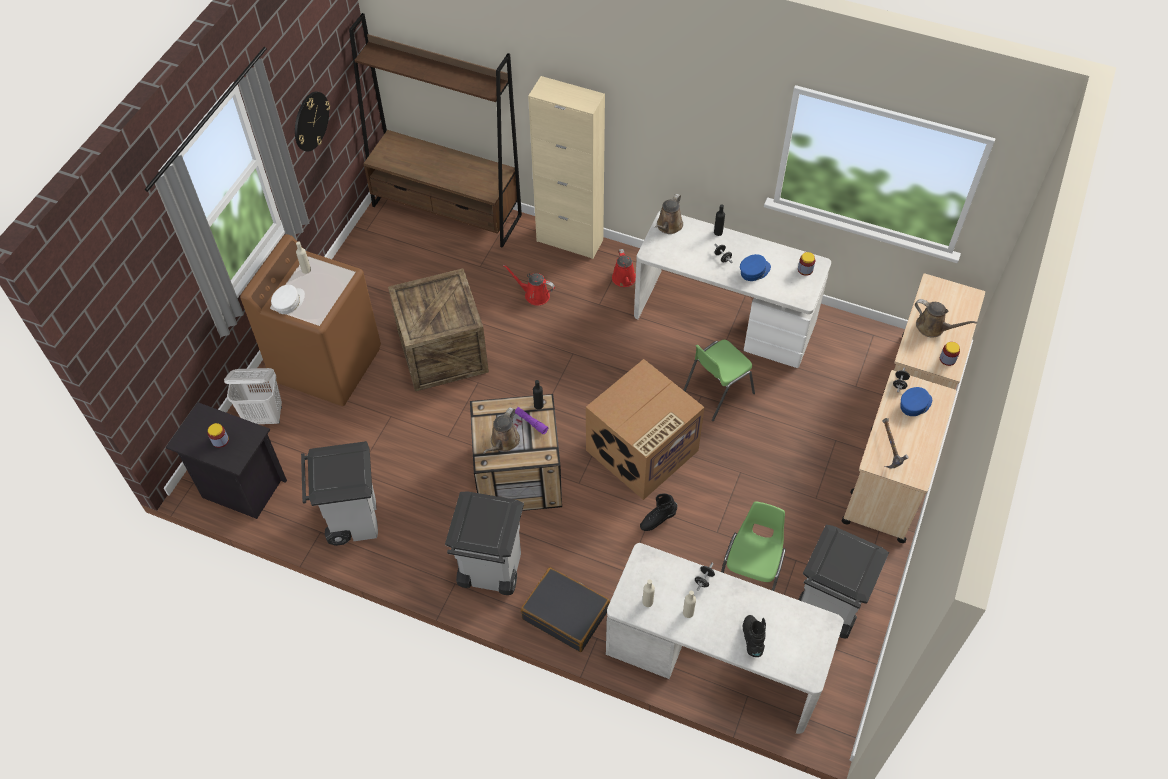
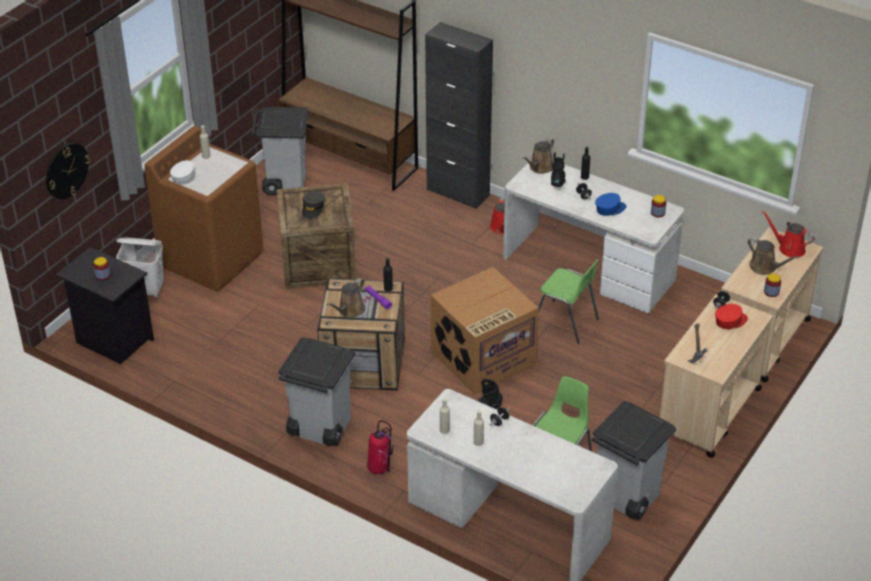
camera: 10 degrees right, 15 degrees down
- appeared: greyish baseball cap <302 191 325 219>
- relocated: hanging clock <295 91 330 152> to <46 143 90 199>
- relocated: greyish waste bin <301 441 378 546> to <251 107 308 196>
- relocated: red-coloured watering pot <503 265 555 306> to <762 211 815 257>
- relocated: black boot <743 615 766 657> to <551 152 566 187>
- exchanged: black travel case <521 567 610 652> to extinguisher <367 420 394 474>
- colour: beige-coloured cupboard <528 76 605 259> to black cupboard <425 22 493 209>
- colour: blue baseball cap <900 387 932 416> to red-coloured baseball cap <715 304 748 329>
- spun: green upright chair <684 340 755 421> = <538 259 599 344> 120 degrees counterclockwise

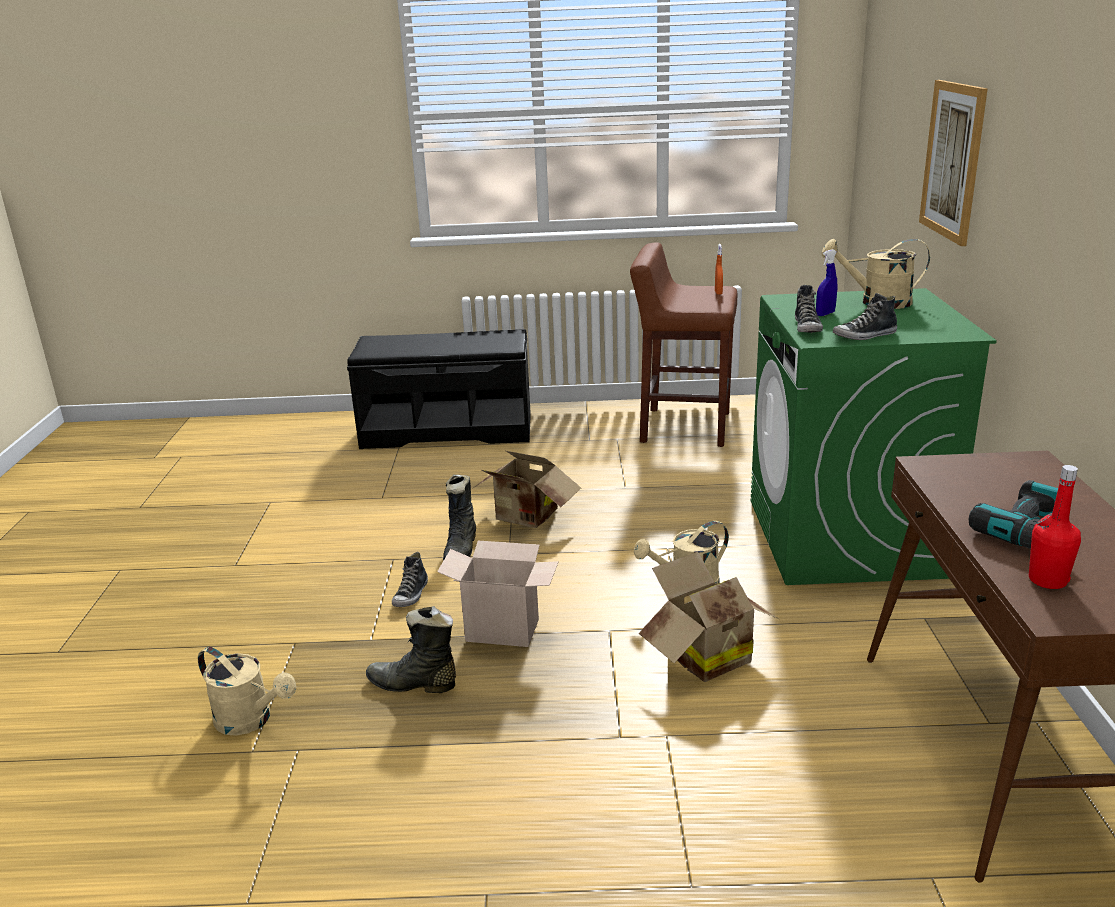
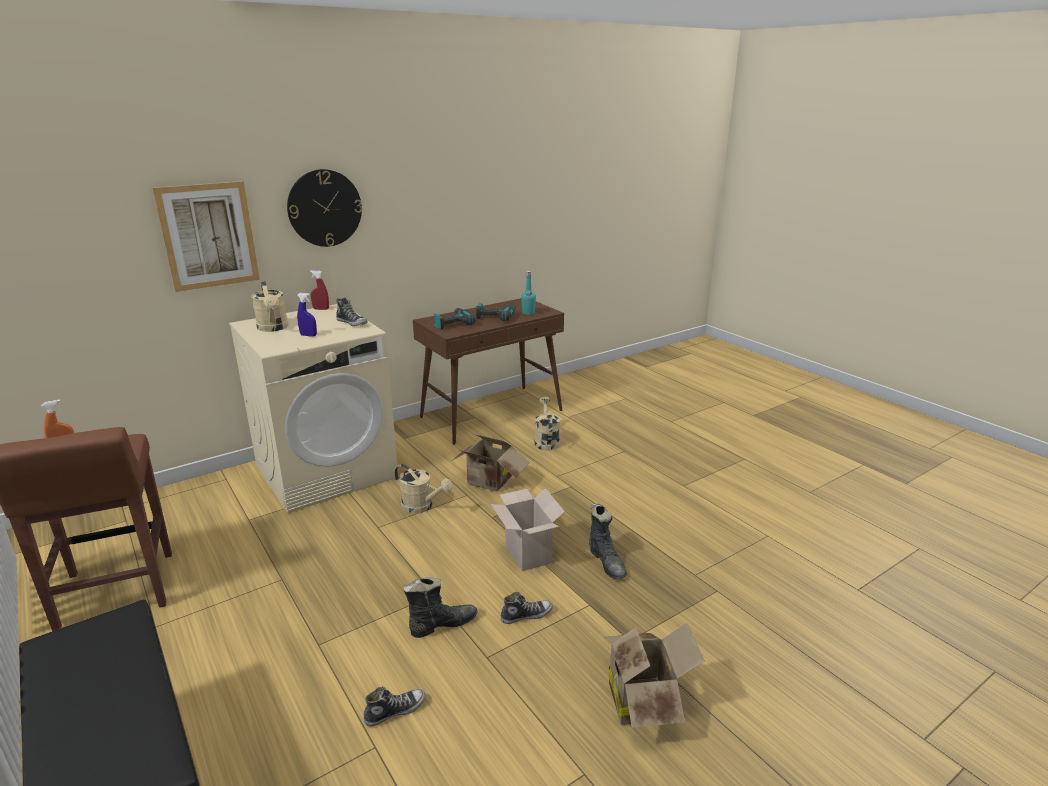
camera: 125 degrees left, 0 degrees up
- appeared: hanging clock <287 169 362 247>
- appeared: red-coloured spray bottle <310 270 329 310>
- appeared: electric drill <434 308 476 330>
- relocated: beige-coloured watering pot <198 647 296 736> to <535 397 561 451>
- relocated: packing box <472 451 581 528> to <605 623 705 728>
- relocated: shoe <795 285 823 333> to <363 686 426 727>
- colour: green washing machine <750 288 997 585> to beige-coloured washing machine <229 304 398 513>
- colour: red-coloured drink bottle <1029 465 1081 589> to turquoise-coloured drink bottle <521 271 536 315>

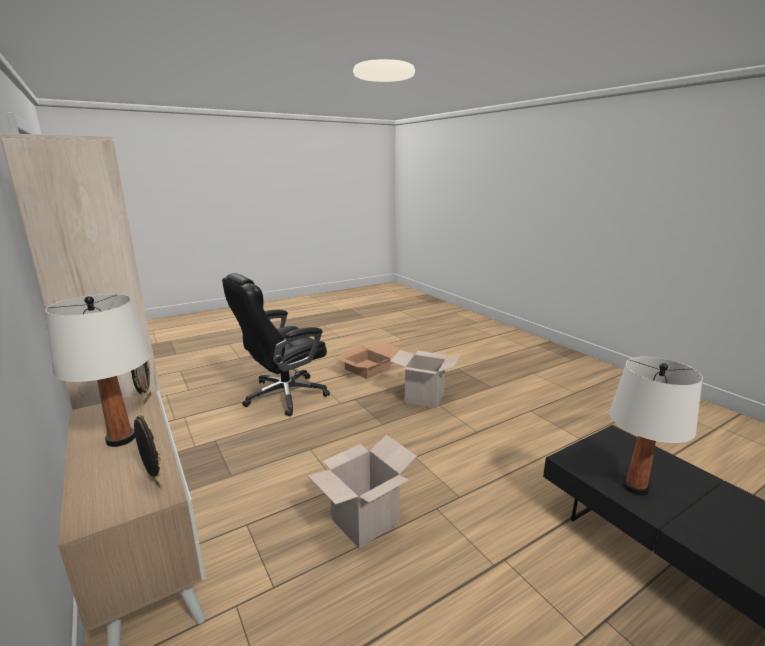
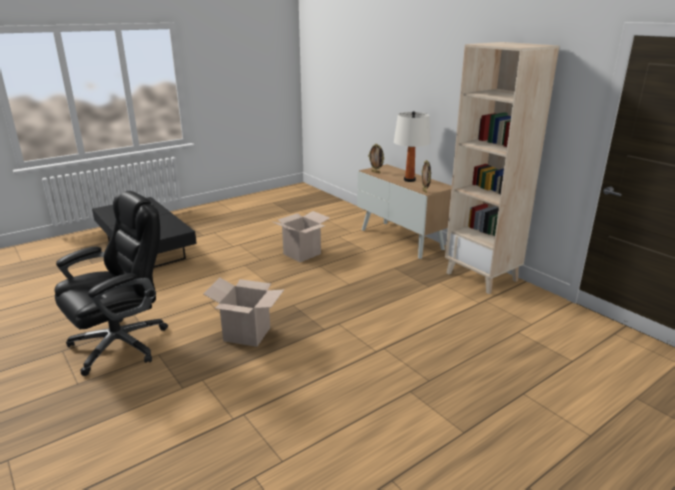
camera: 175 degrees right, 5 degrees up
- missing: packing box <334 340 400 379>
- missing: whitish lamp for a table <609 357 703 496>
- relocated: black office chair <222 273 330 417> to <55 191 168 376>

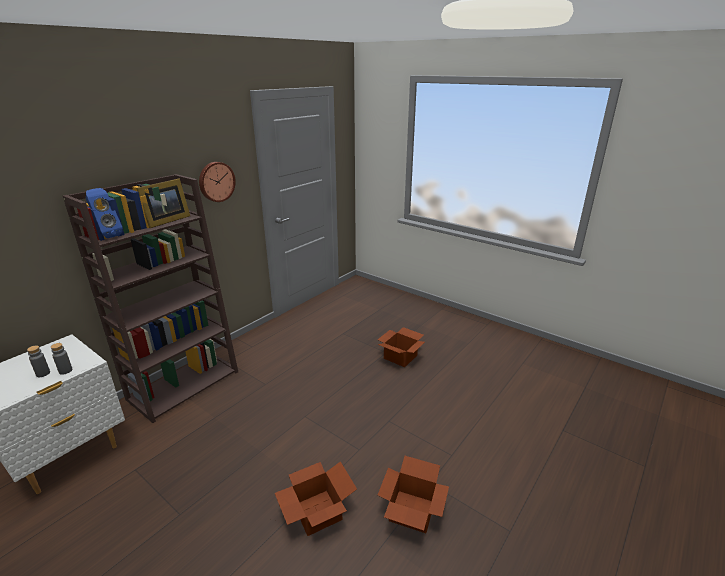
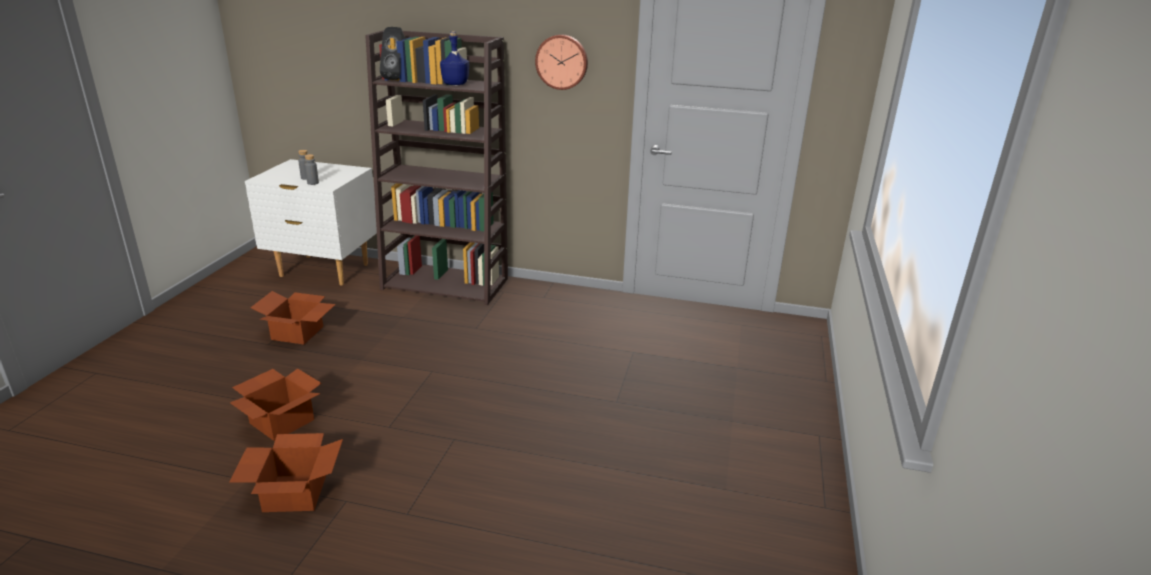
camera: 65 degrees right, 0 degrees up
- relocated: packing box <377 327 425 367> to <250 291 336 344>
- exchanged: picture frame <136 178 190 228> to blue drink bottle <440 31 469 85>
- colour: blue loudspeaker <86 188 123 238> to black loudspeaker <380 27 405 80>

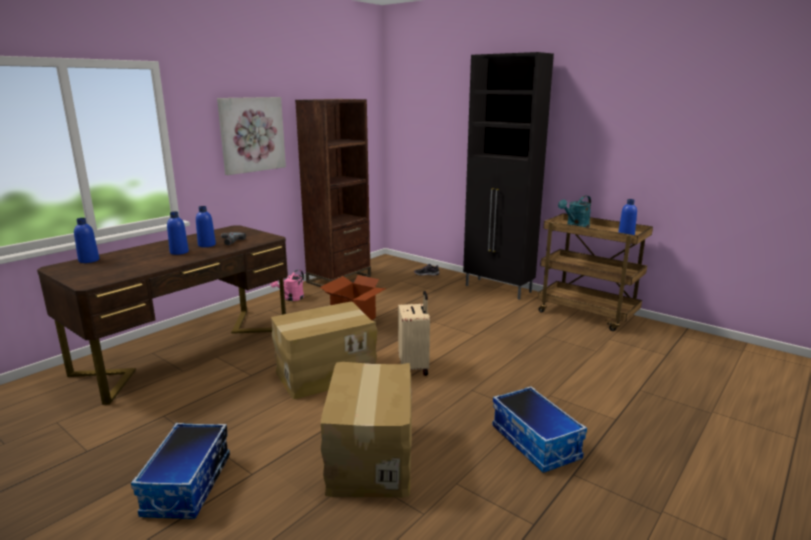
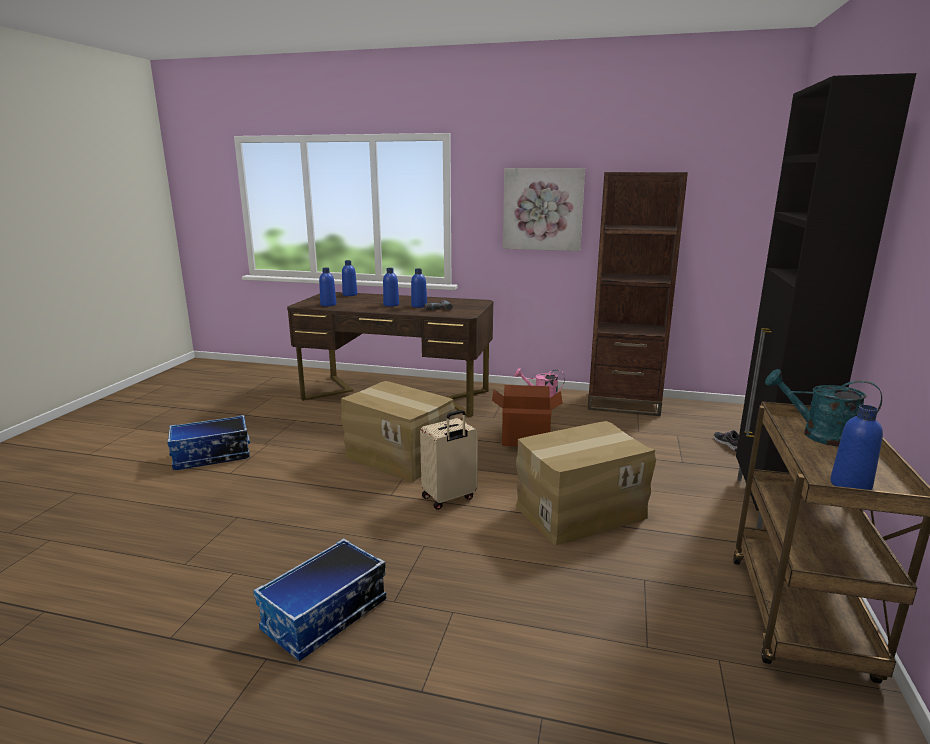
camera: 65 degrees right, 0 degrees up
- appeared: blue drink bottle <319 268 336 306>
- relocated: packing box <321 362 412 498> to <516 421 656 545>

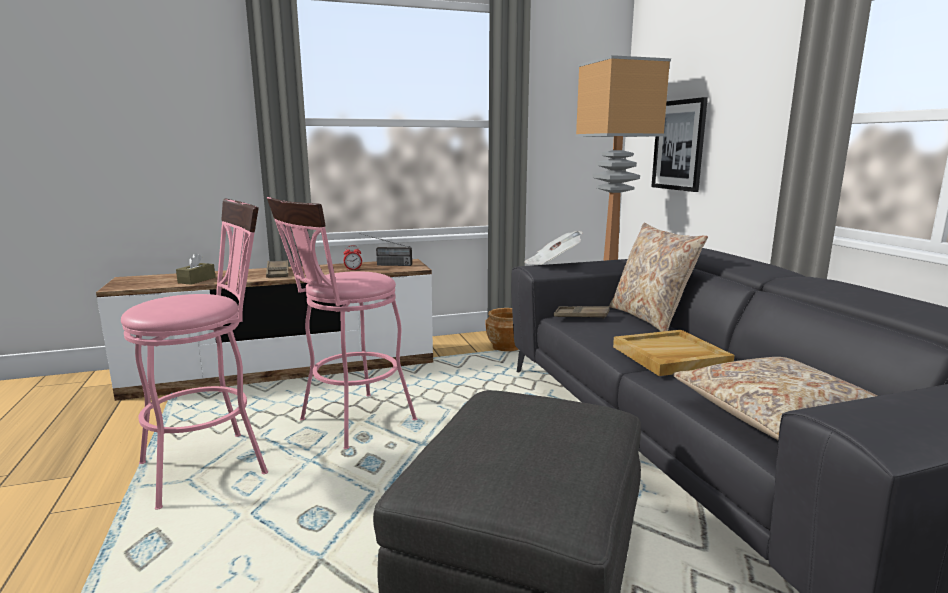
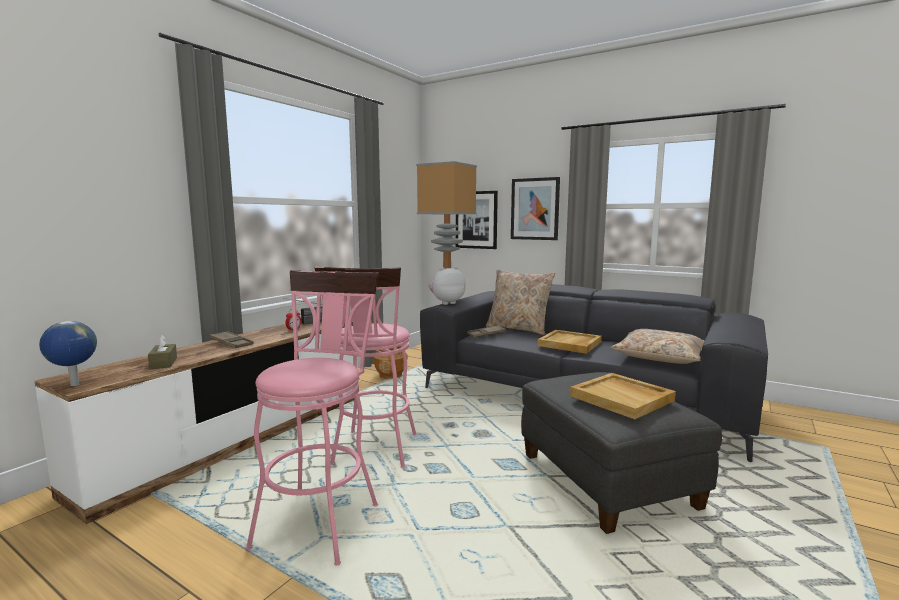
camera: 40 degrees left, 5 degrees down
- appeared: world globe <39 321 97 386>
- appeared: picture <511 177 560 240>
- appeared: beige-coloured carrying tray <570 373 676 419>
- exchanged: printed paper <524 231 583 265> to plush toy <429 266 466 305>

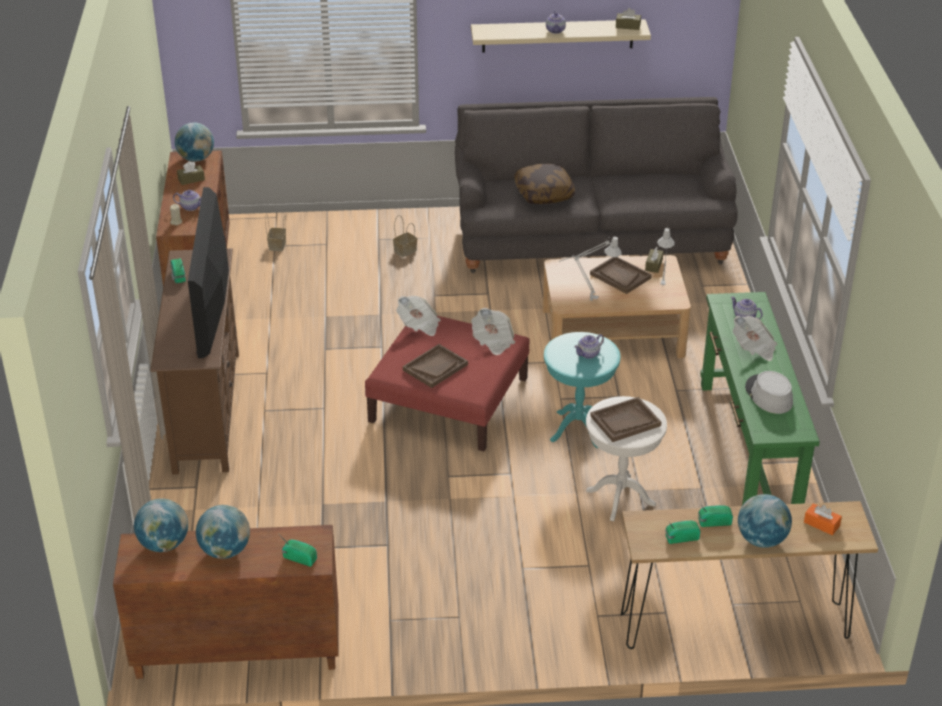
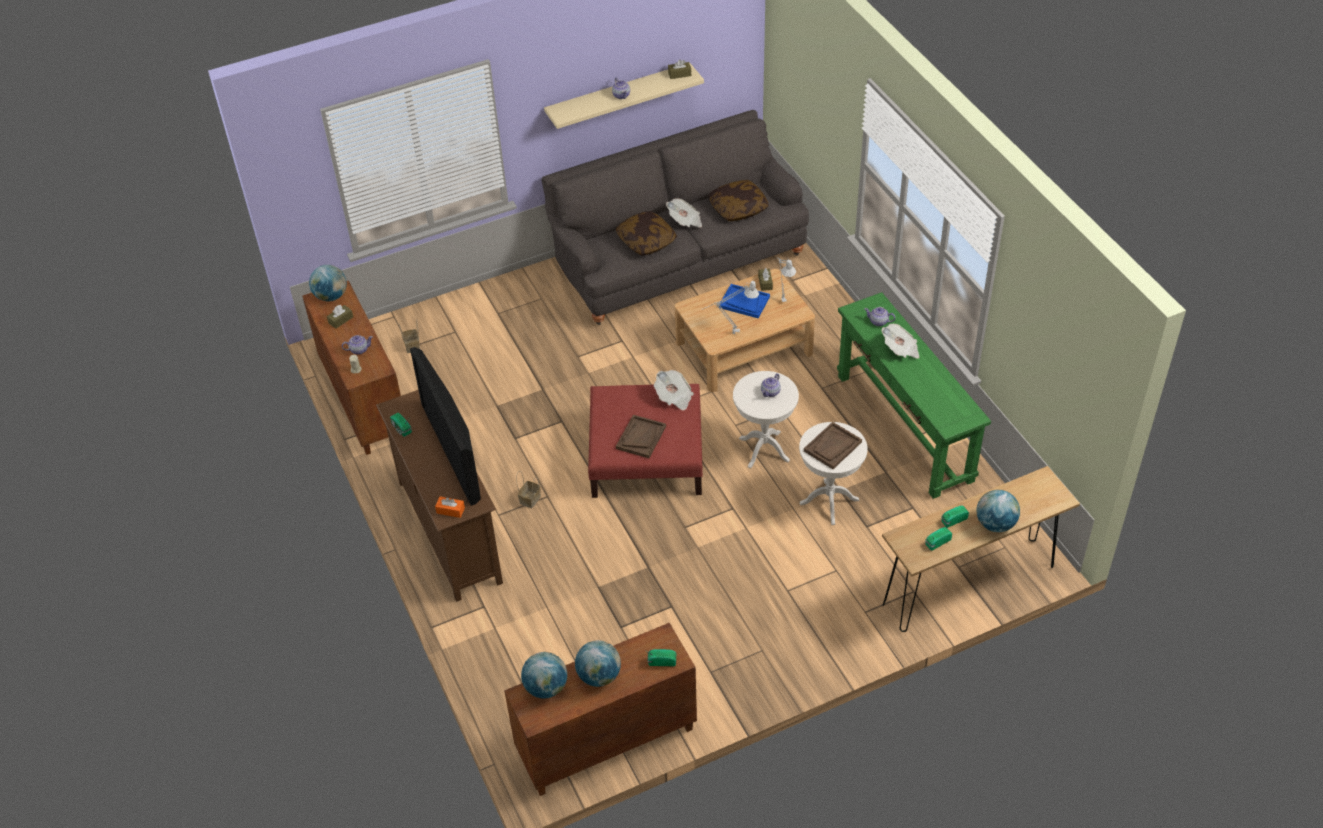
camera: 20 degrees left, 10 degrees up
- missing: greyish hat <745 371 793 414>
- appeared: throw pillow <708 180 769 221>
- relocated: household basket <393 215 417 257> to <516 471 541 508>
- relocated: printed paper <397 296 441 336> to <666 199 702 228>
- relocated: orange-coloured box of tissues <804 503 842 535> to <435 496 465 518>
- colour: turquoise-coloured side table <544 332 621 448> to whitish side table <733 371 799 469>
- colour: brownish carrying tray <590 257 652 294> to blue carrying tray <719 284 770 318>

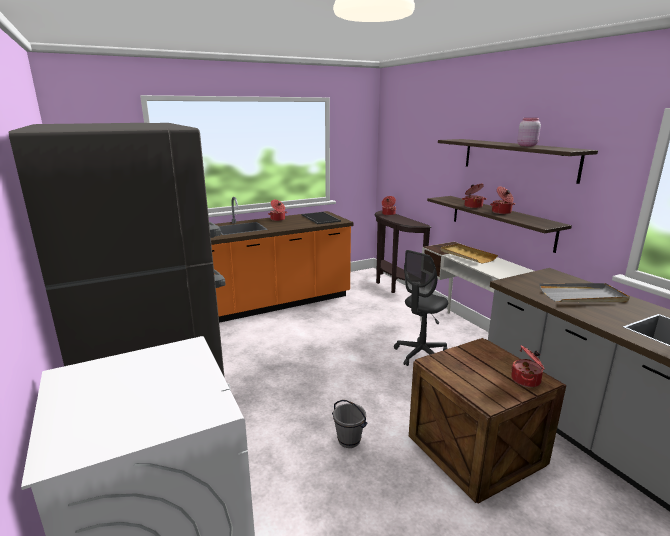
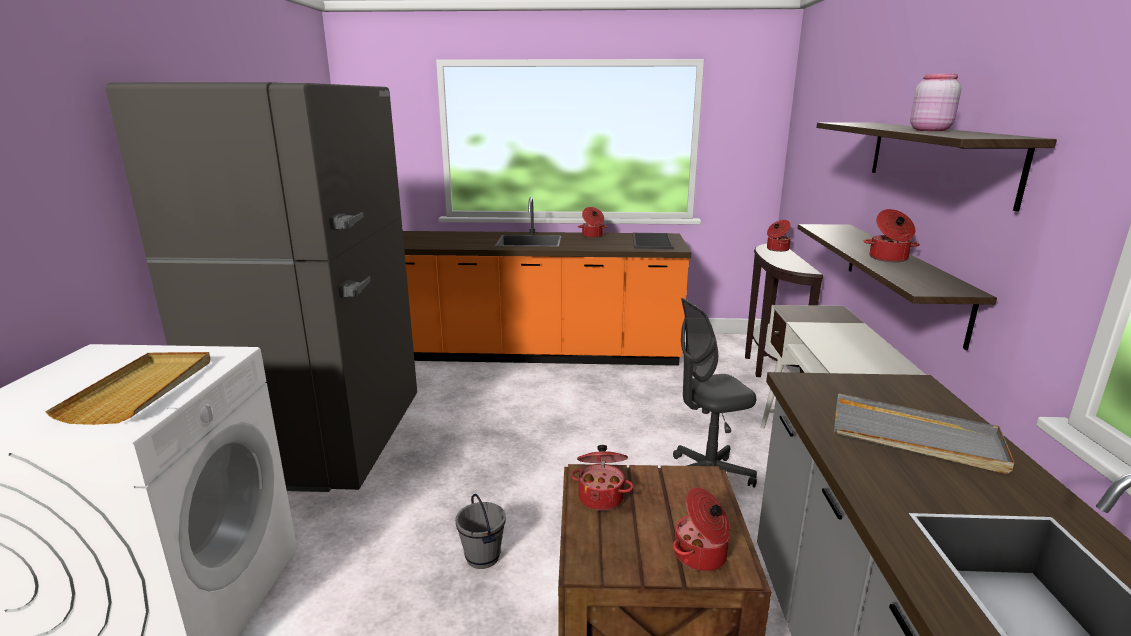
camera: 30 degrees right, 0 degrees up
- relocated: beige-coloured carrying tray <441 244 498 263> to <45 352 210 425>
- relocated: saucepot <462 184 487 208> to <571 445 633 511>

